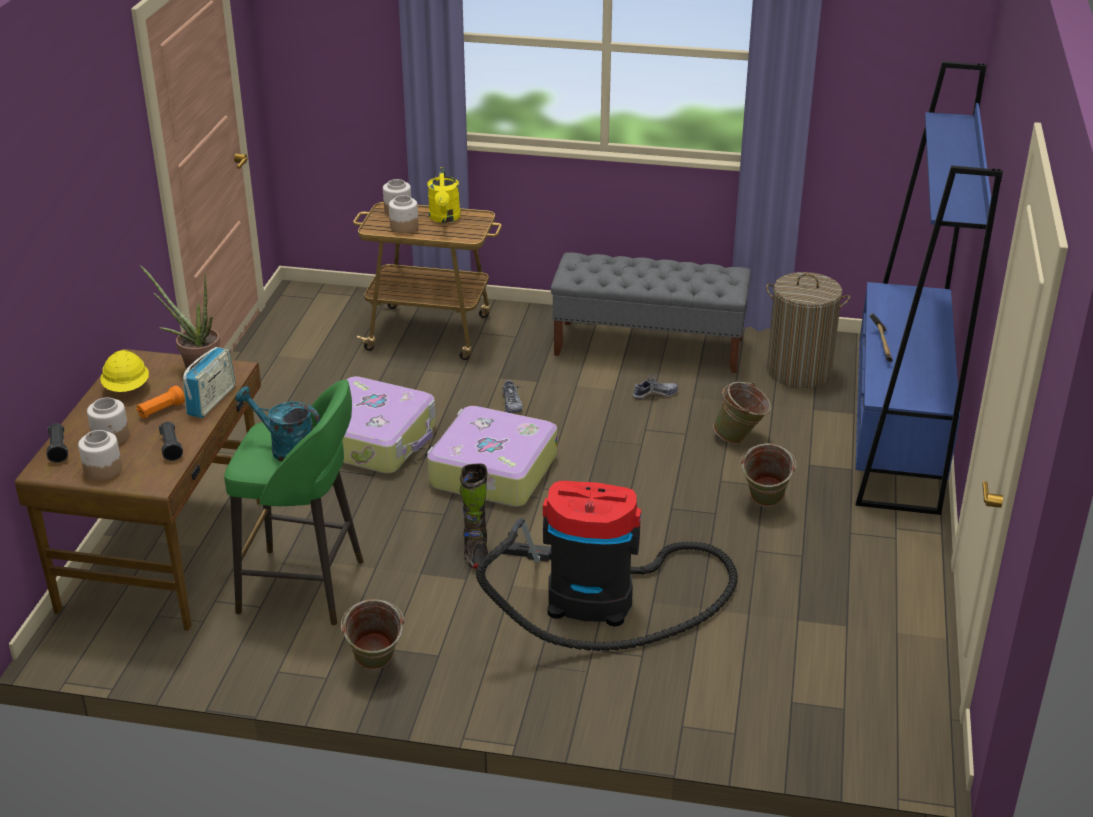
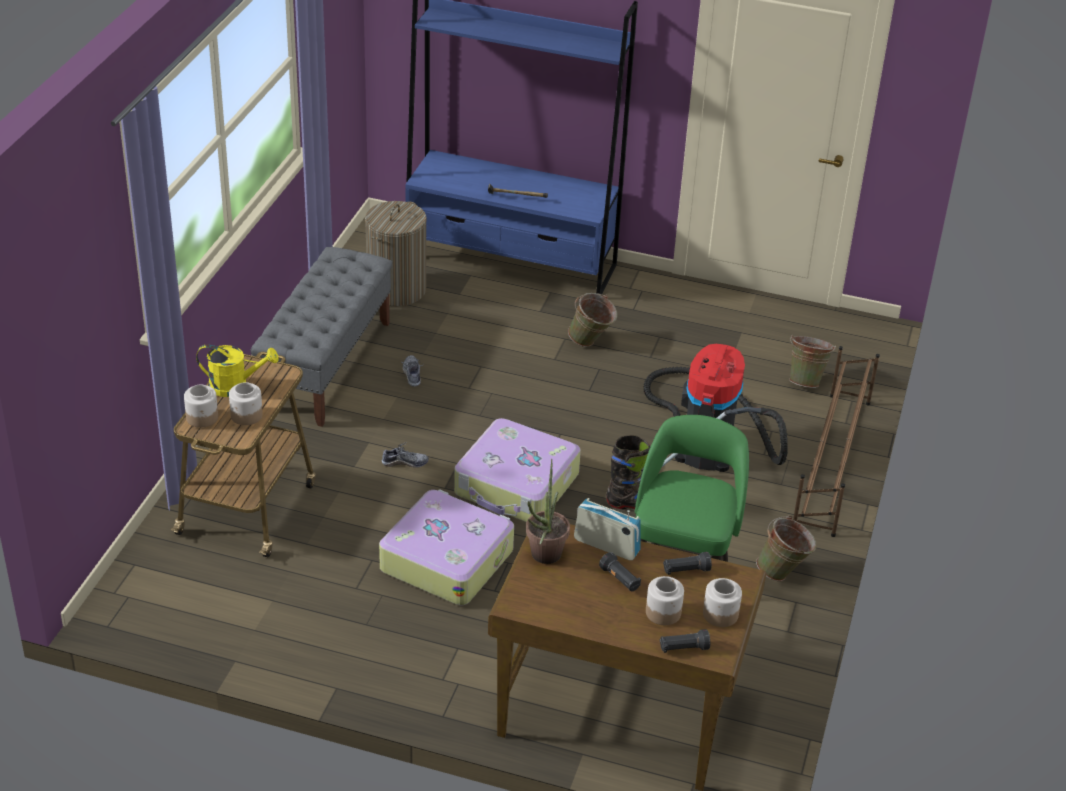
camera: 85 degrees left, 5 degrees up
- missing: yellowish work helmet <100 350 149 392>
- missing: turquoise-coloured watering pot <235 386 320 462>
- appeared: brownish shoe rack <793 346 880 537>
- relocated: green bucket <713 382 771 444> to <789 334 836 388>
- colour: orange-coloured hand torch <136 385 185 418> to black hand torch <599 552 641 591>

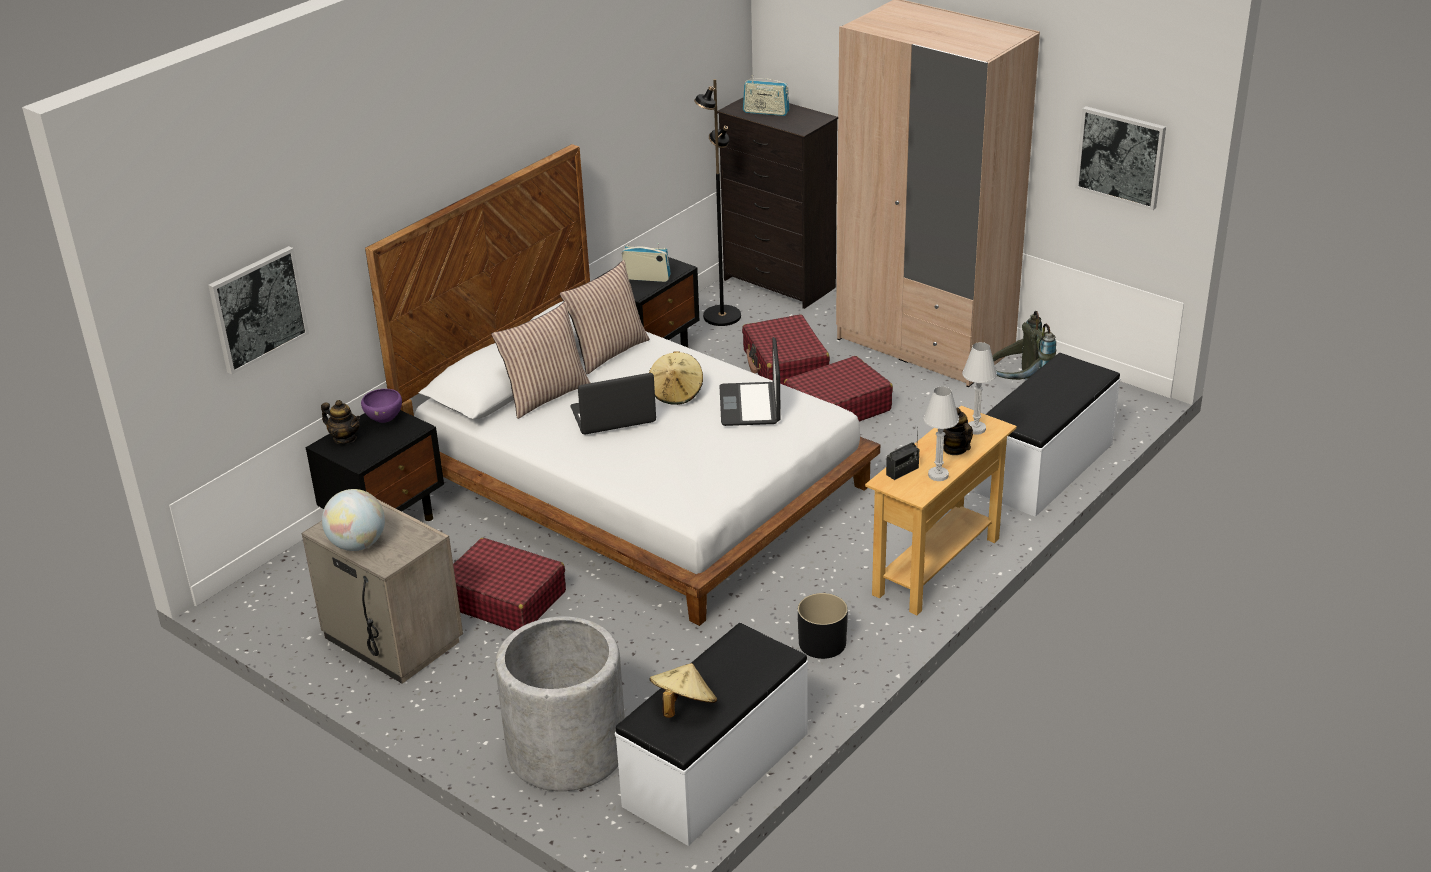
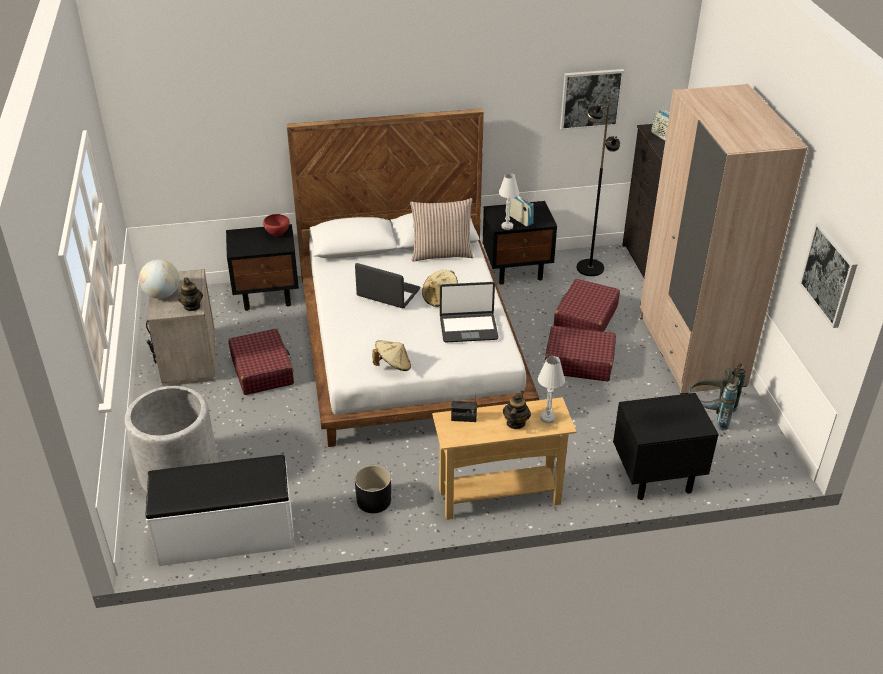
camera: 40 degrees right, 5 degrees up
- missing: throw pillow <491 301 590 419>
- relocated: picture <208 246 309 375> to <560 69 624 131>
- relocated: teapot <321 400 360 444> to <178 277 203 311>
- relocated: beige-coloured hat <649 663 717 718> to <372 340 411 371>
- relocated: whitish lamp for a table <923 386 959 481> to <499 173 519 230>
- exchanged: whitish indoor bench <975 353 1120 517> to black bedside table <613 393 719 500>
- colour: purple deep dish <361 389 402 423> to red-coloured deep dish <263 214 289 236>
- spun: laptop <719 337 781 426> = <440 282 498 342> 135 degrees counterclockwise

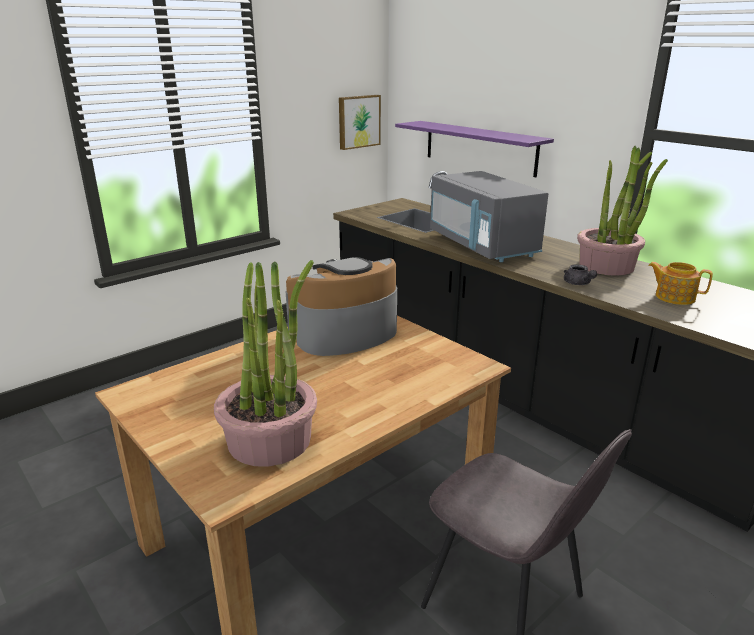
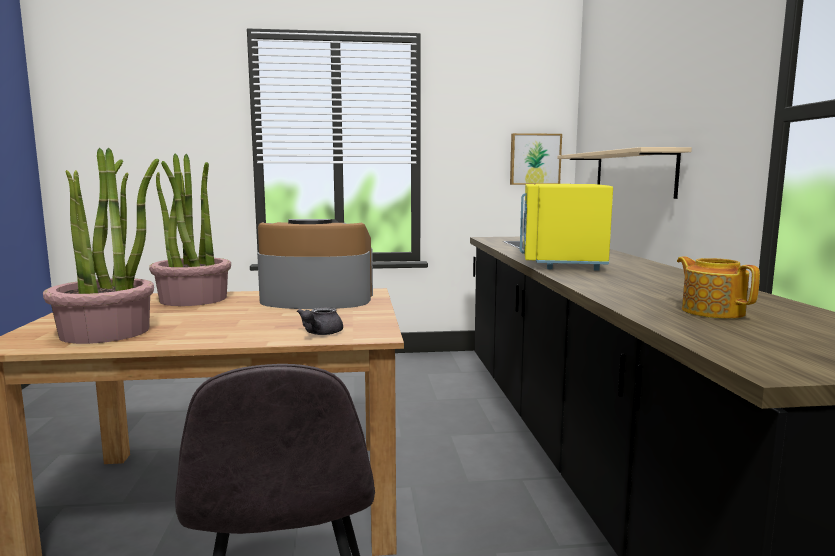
camera: 35 degrees right, 15 degrees down
- relocated: greyish teapot <564 264 597 285> to <297 307 343 335>
- relocated: potted plant <577 146 668 276> to <149 153 231 306>
- colour: purple bracket shelf <395 121 554 177> to beige-coloured bracket shelf <557 147 692 199>
- colour: greyish microwave oven <430 171 548 262> to yellowish microwave oven <520 184 613 271>

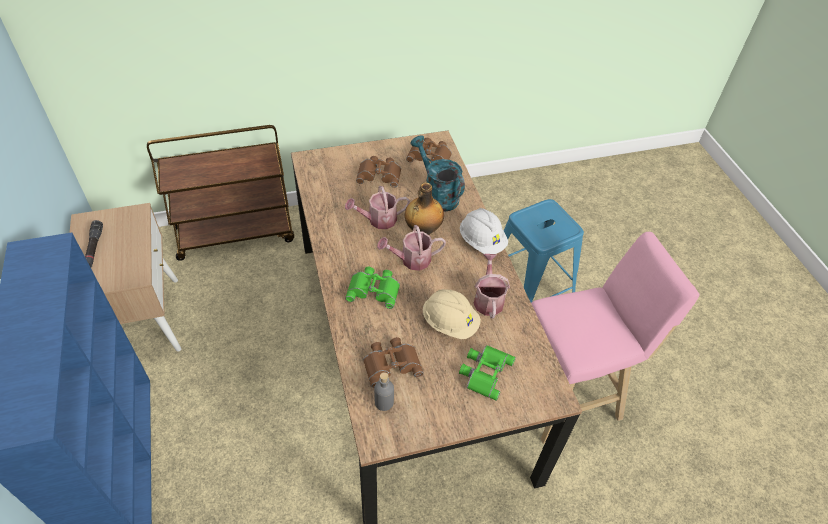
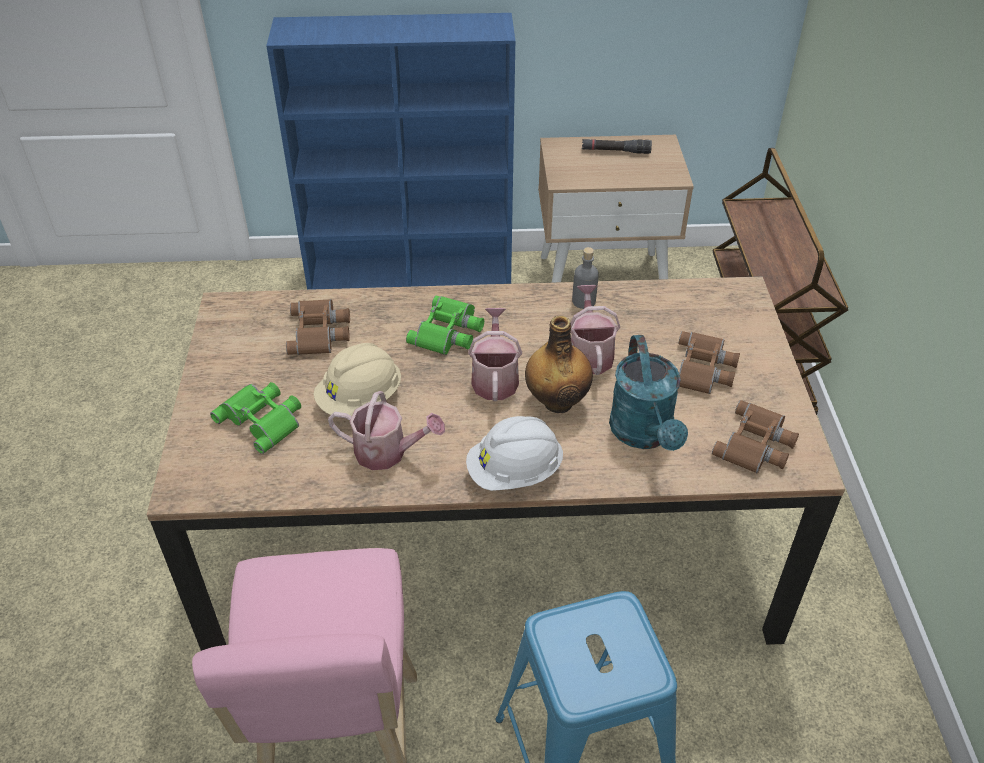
camera: 105 degrees right, 5 degrees down
- relocated: greyish drink bottle <374 372 394 411> to <572 247 599 309>
- spun: turquoise-coloured watering pot <410 136 465 212> = <609 335 688 451> 105 degrees clockwise

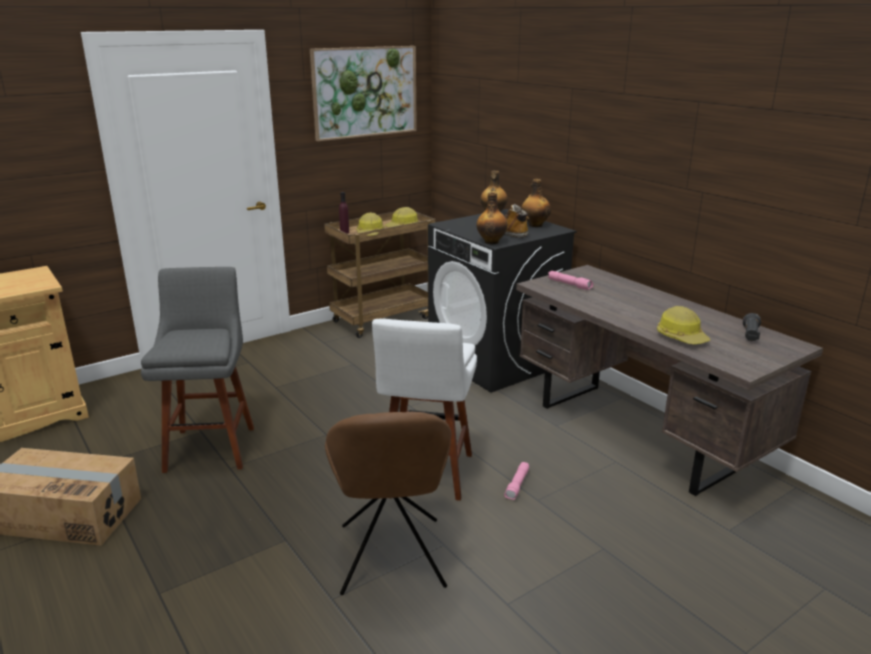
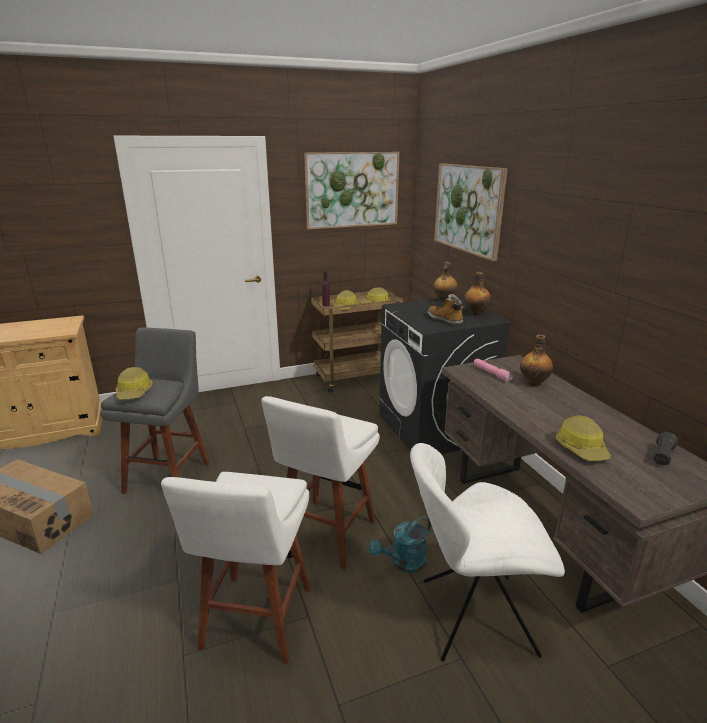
camera: 15 degrees right, 0 degrees up
- appeared: work helmet <116 367 153 399>
- appeared: whitish upright chair <410 443 565 662>
- appeared: picture <434 163 508 261>
- relocated: drink bottle <476 192 507 244> to <520 335 553 386>
- exchanged: brownish upright chair <325 412 451 595> to whitish stool <161 472 311 664>
- exchanged: pink-coloured hand torch <504 462 529 500> to turquoise-coloured watering pot <369 516 431 573>

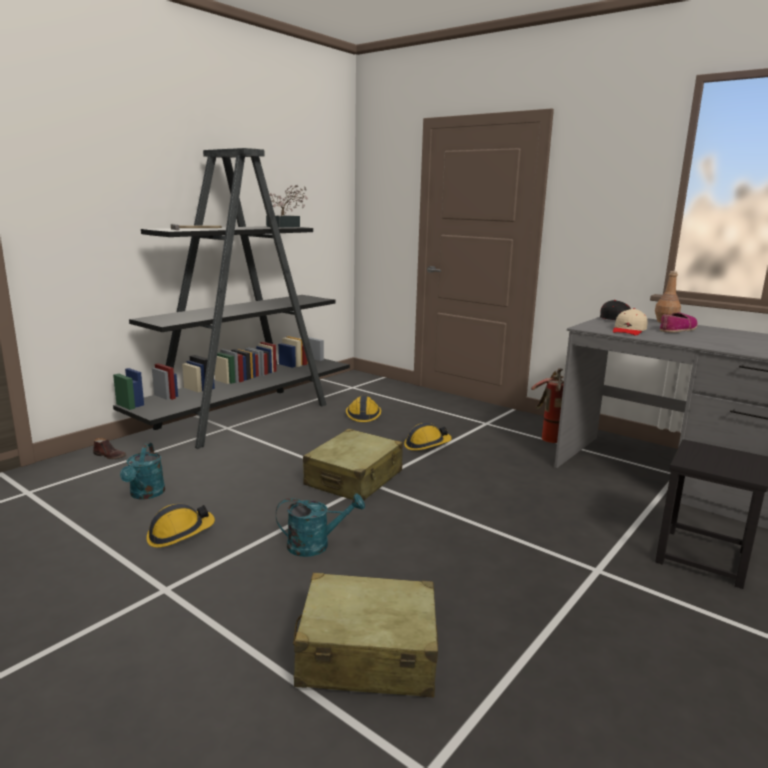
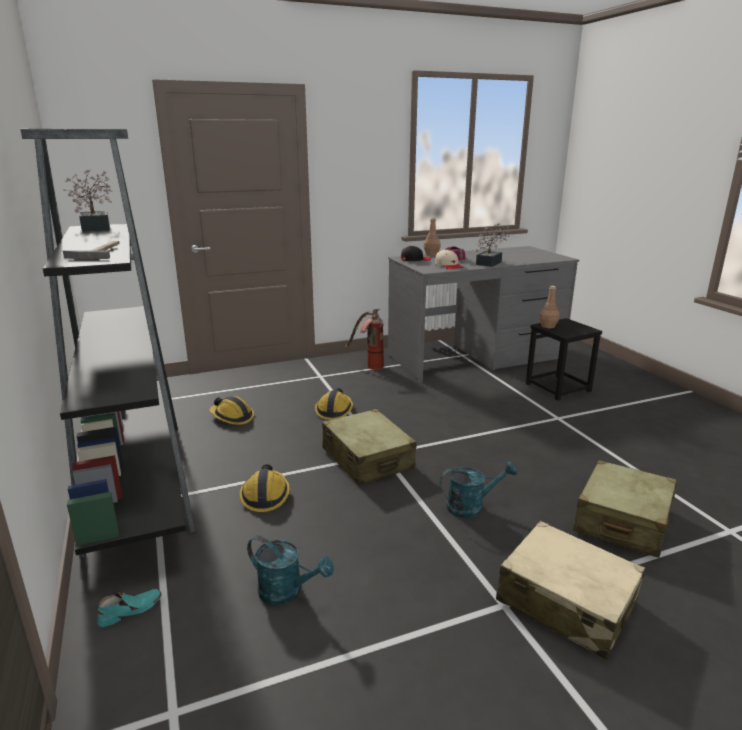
camera: 60 degrees left, 5 degrees up
- appeared: potted plant <476 224 510 267>
- appeared: beige-coloured travel case <496 521 645 660>
- appeared: brownish drink bottle <539 286 560 328>
- relocated: work helmet <146 504 215 548> to <239 464 290 512>
- colour: brownish shoe <93 438 126 460> to turquoise-coloured shoe <97 589 162 627>
- spun: turquoise-coloured watering pot <276 494 365 557> = <439 461 517 518> 60 degrees clockwise

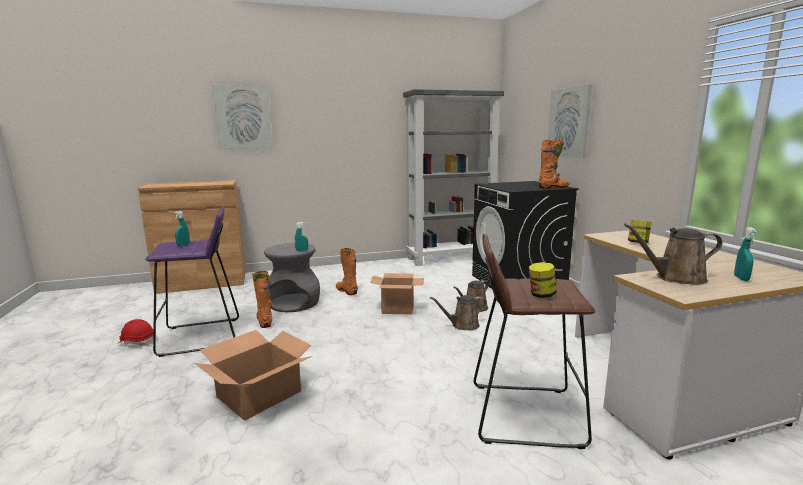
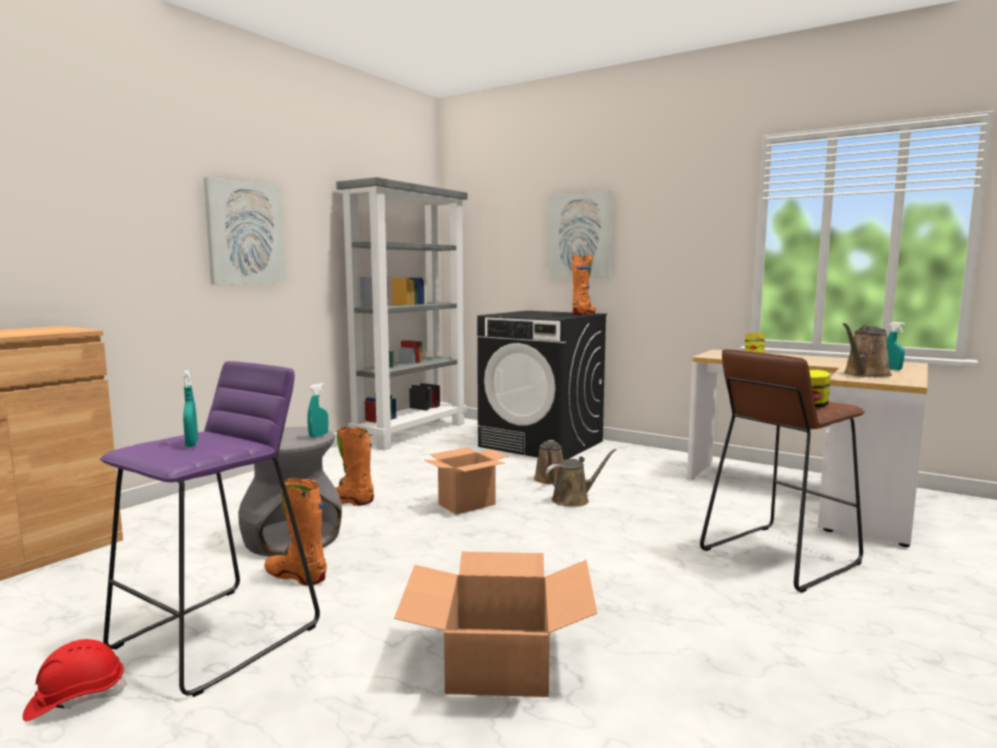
camera: 40 degrees left, 5 degrees down
- relocated: picture <213 85 273 149> to <204 177 286 284>
- spun: brownish watering pot <430 295 486 331> = <545 449 616 507> 150 degrees counterclockwise

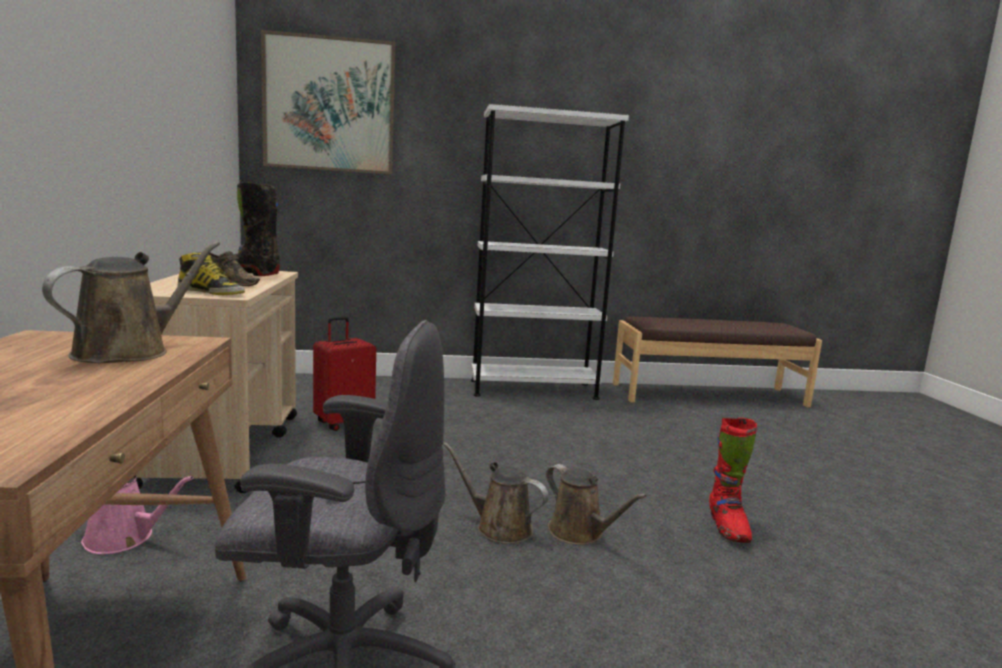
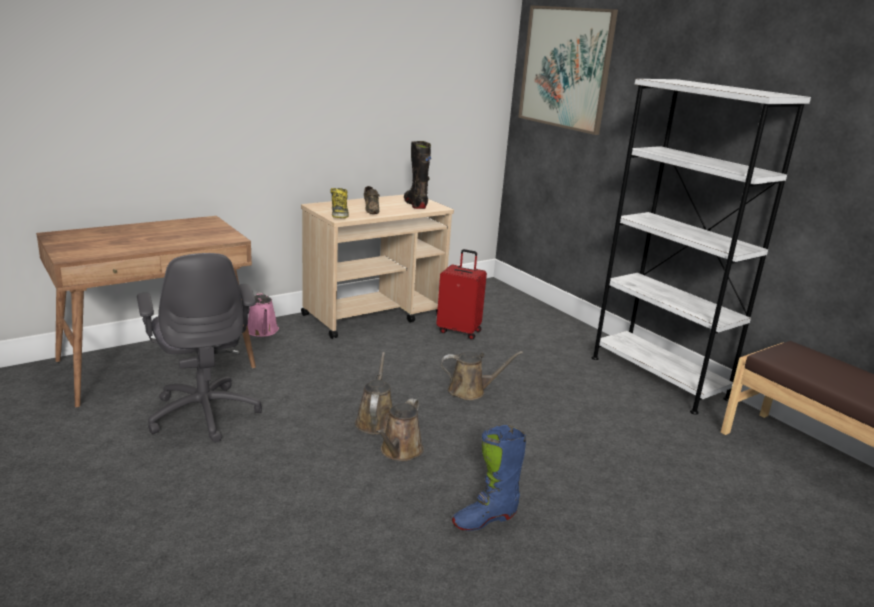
camera: 60 degrees right, 10 degrees up
- relocated: brownish watering pot <42 241 220 363> to <441 351 523 400>
- colour: red-coloured boot <709 417 757 543> to blue boot <452 425 526 531>

